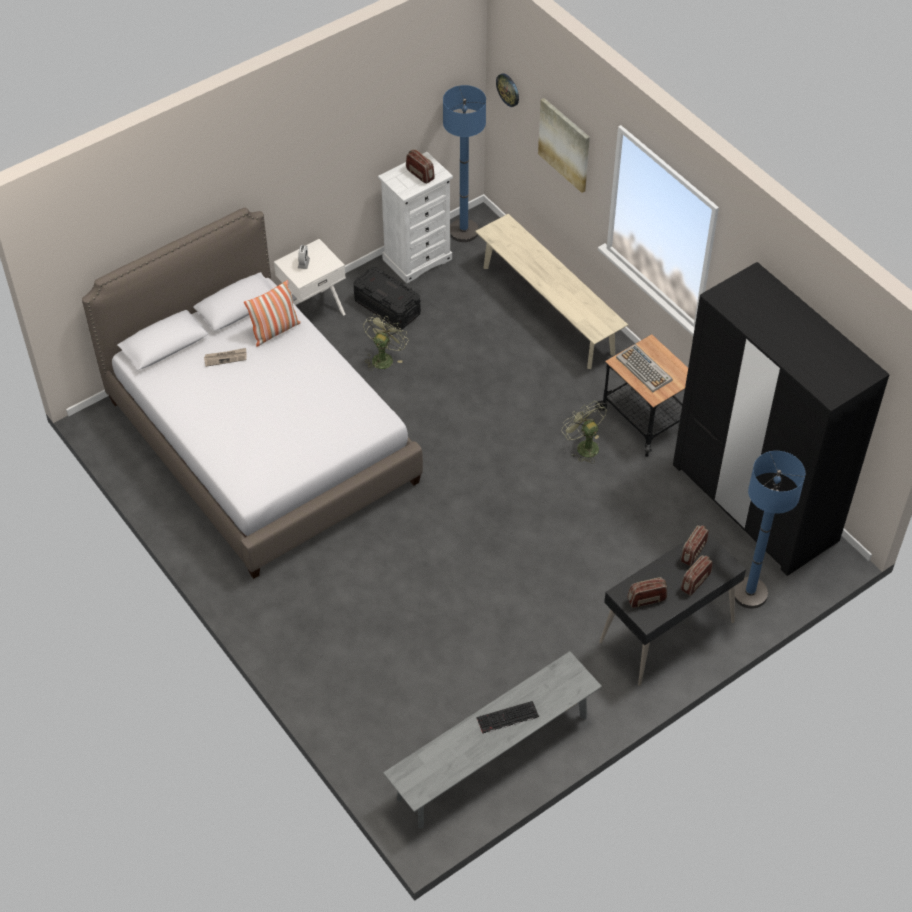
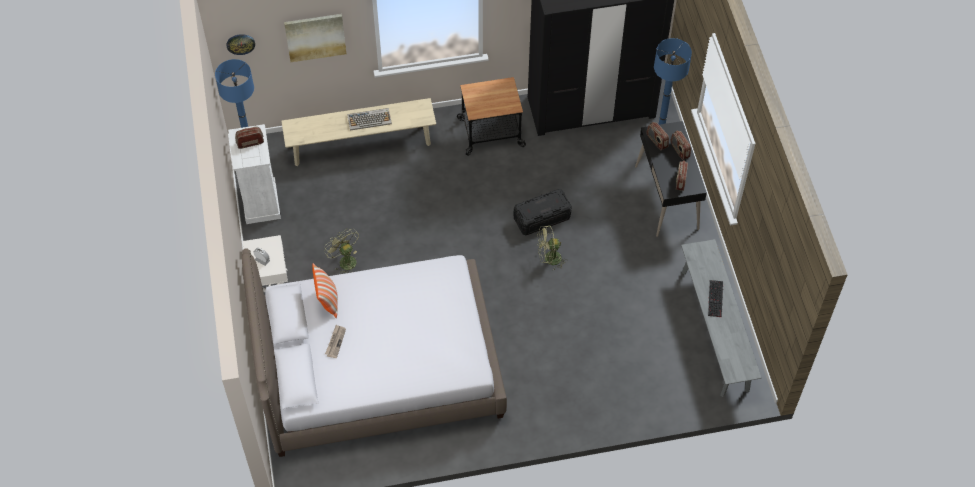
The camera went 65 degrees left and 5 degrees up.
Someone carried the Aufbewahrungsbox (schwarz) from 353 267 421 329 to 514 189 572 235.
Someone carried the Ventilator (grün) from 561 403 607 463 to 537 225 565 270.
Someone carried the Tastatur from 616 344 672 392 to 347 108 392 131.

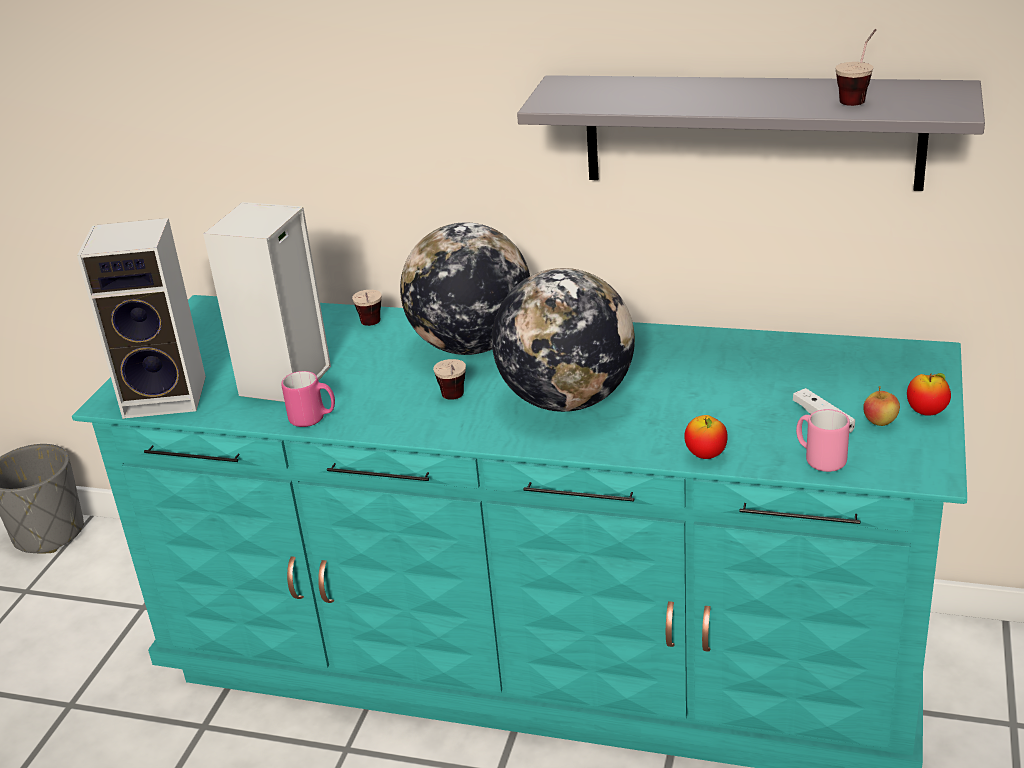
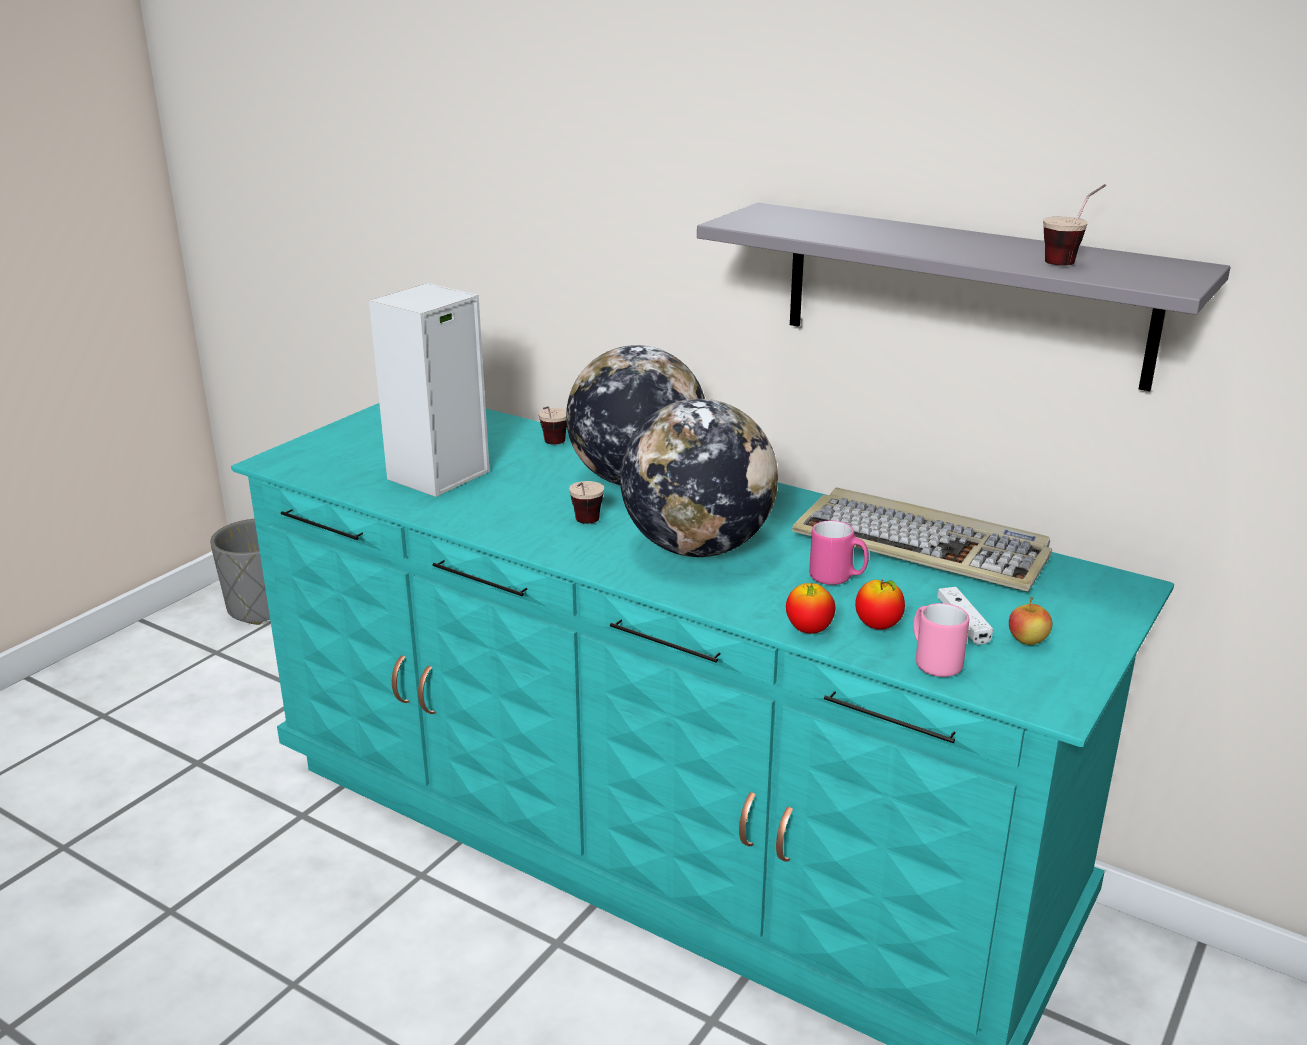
The camera went 15 degrees right and 5 degrees down.
Someone took away the Lautsprecher at 77 218 206 419.
Someone put down the Tastatur at 792 488 1052 591.
Someone carried the Henkelbecher (rosa) from 281 371 335 427 to 809 521 869 585.
Someone carried the Apfel from 907 373 951 416 to 855 579 905 630.

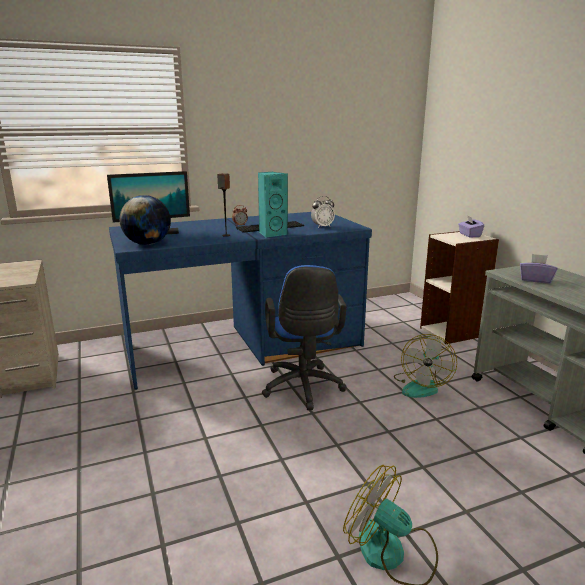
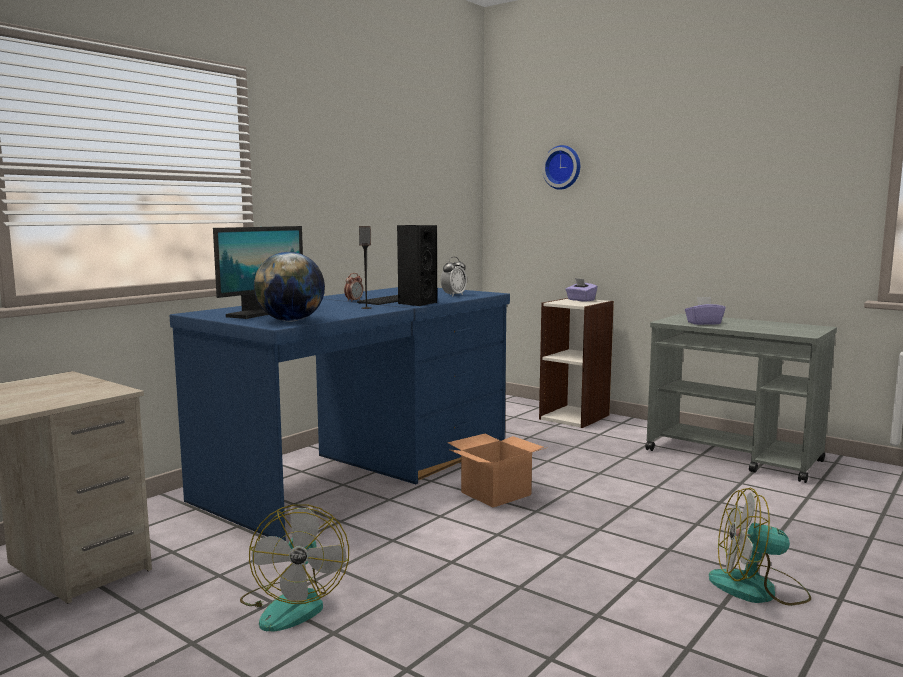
The camera went 30 degrees left and 10 degrees down.
Someone put up the Wanduhr at 542 145 580 190.
Someone carried the Ventilator from 394 334 457 398 to 240 504 349 631.
Someone swapped the Bürostuhl (blau) at 262 265 347 410 for the Karton at 447 434 548 507.
Someone repainted the Lautsprecher (türkis) at 258 172 288 238, which became the Lautsprecher (schwarz) at 397 225 437 306.

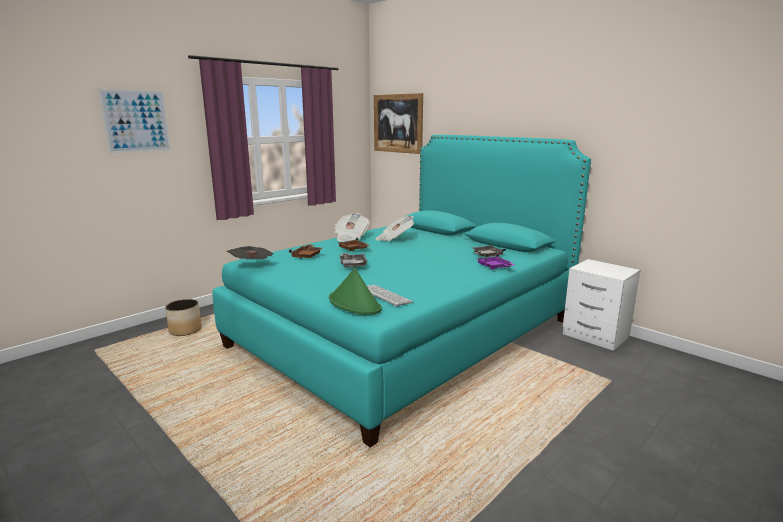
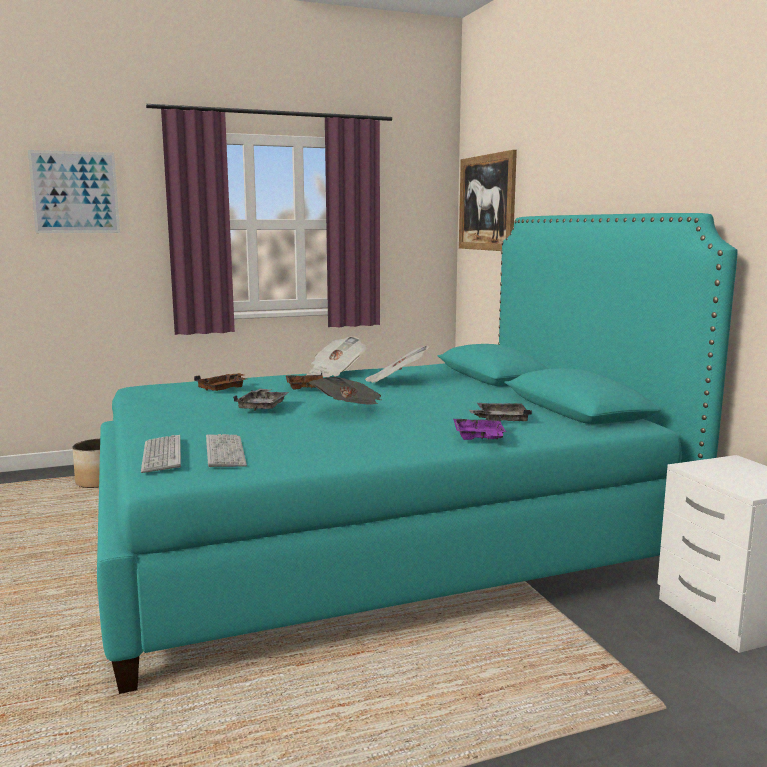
The camera went 25 degrees right and 5 degrees down.
Someone carried the Zeitung from 226 246 273 259 to 309 377 381 404.
Someone swapped the Hut (grün) at 329 268 382 315 for the Tastatur at 141 435 181 473.

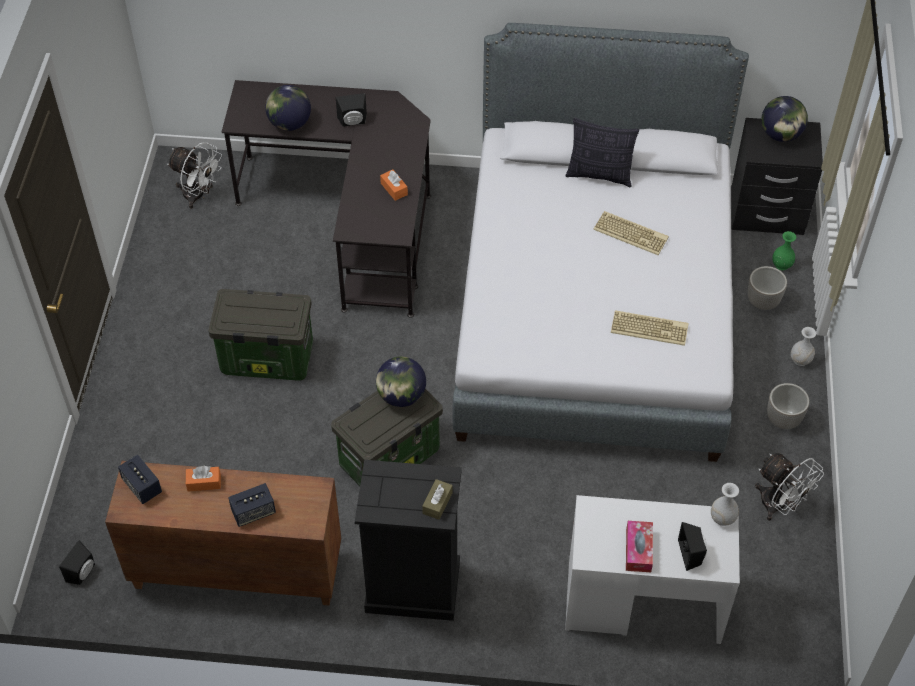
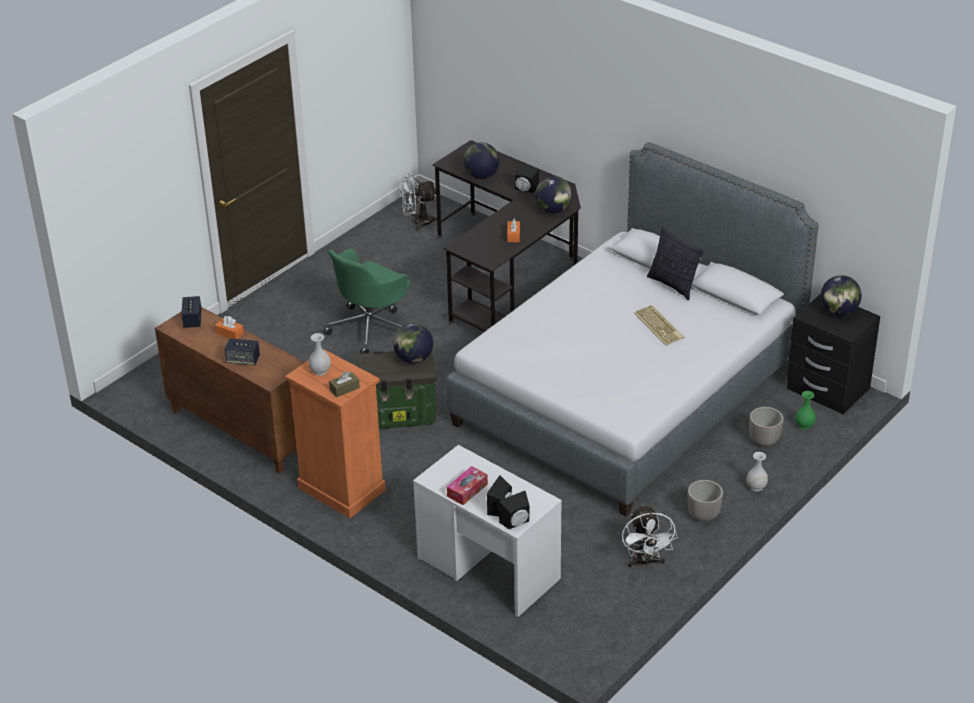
The camera went 35 degrees right and 15 degrees down.
Someone took away the Tastatur at 611 310 688 346.
Someone put down the Globus at 535 176 572 214.
Someone carried the Lautsprecher (schwarz) from 59 540 95 585 to 499 491 530 529.
Someone carried the Vase (weiß) from 711 483 739 526 to 309 333 331 376.
Someone swapped the Aufbewahrungsbox at 208 289 313 381 for the Bürostuhl (grün) at 324 248 410 354.
Someone repainted the Kommode (schwarz) at 355 460 462 621, which became the Kommode (orange) at 285 349 386 518.
Someone rotated the Ventilator (weiß) at 167 142 222 209 by 105 degrees clockwise.

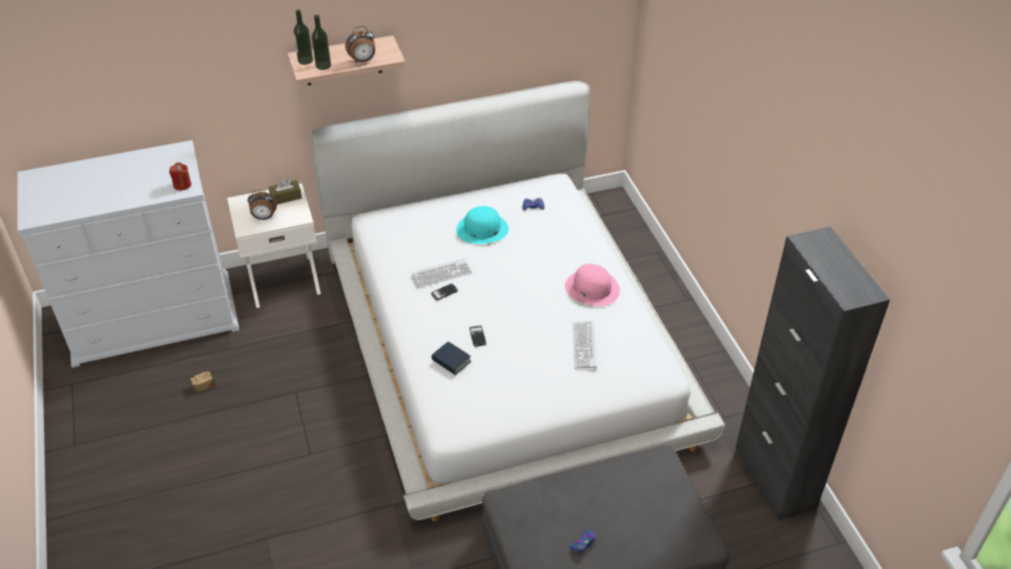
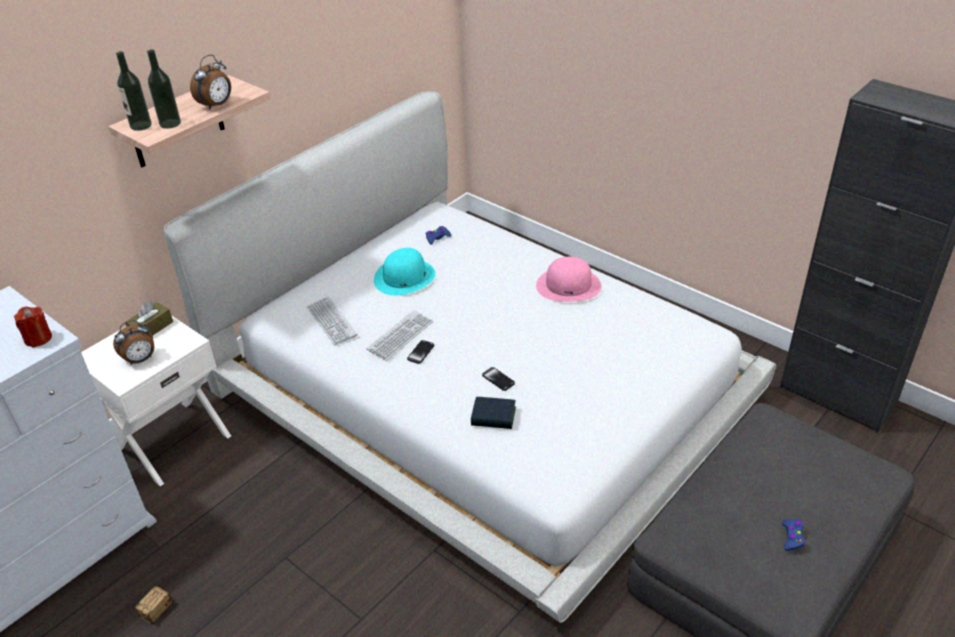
The camera went 30 degrees left and 5 degrees down.
Someone carried the Tastatur from 573 321 597 368 to 307 296 358 345.

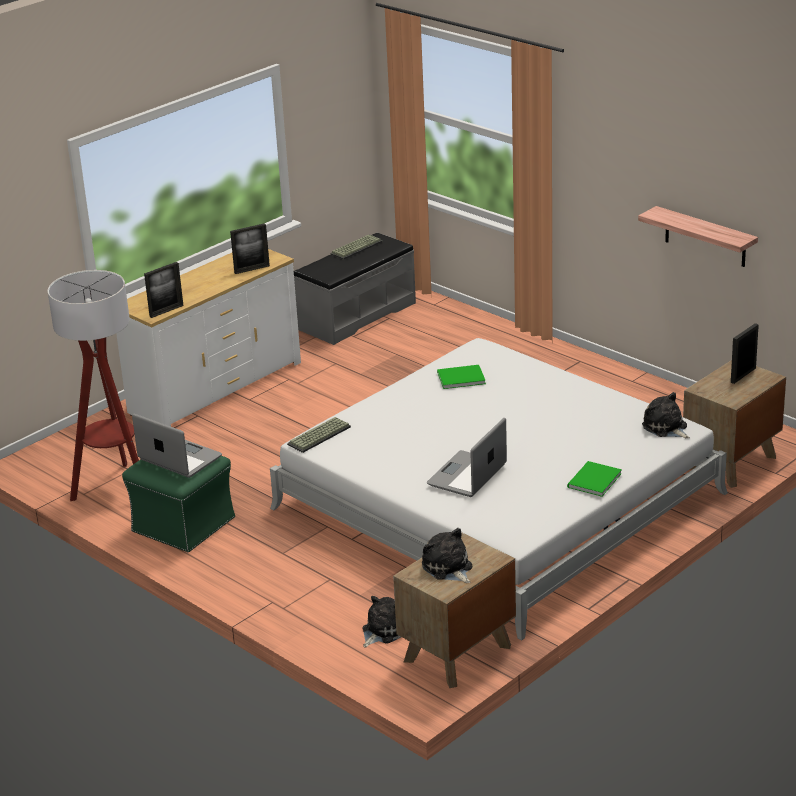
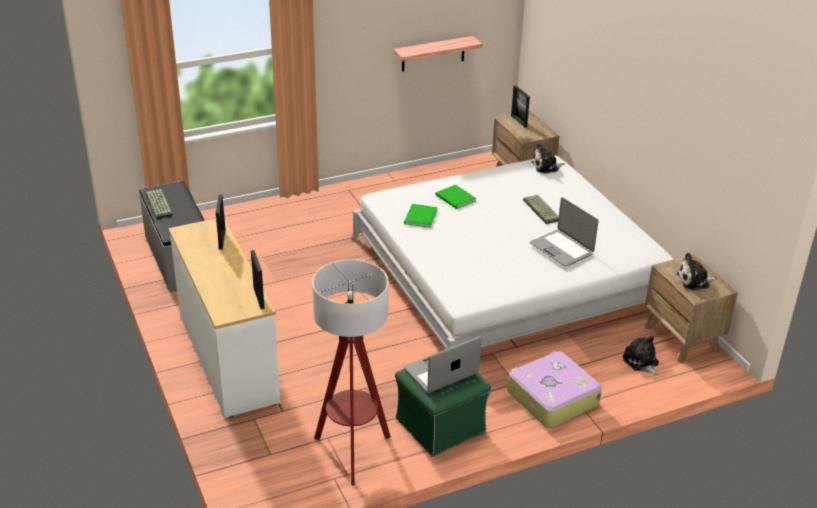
The camera went 70 degrees left and 5 degrees up.
Someone put down the Koffer at 508 351 602 428.
Someone carried the Tastatur from 287 417 351 453 to 523 195 559 224.
Someone carried the Buch (grün) from 567 461 622 497 to 435 185 476 209.

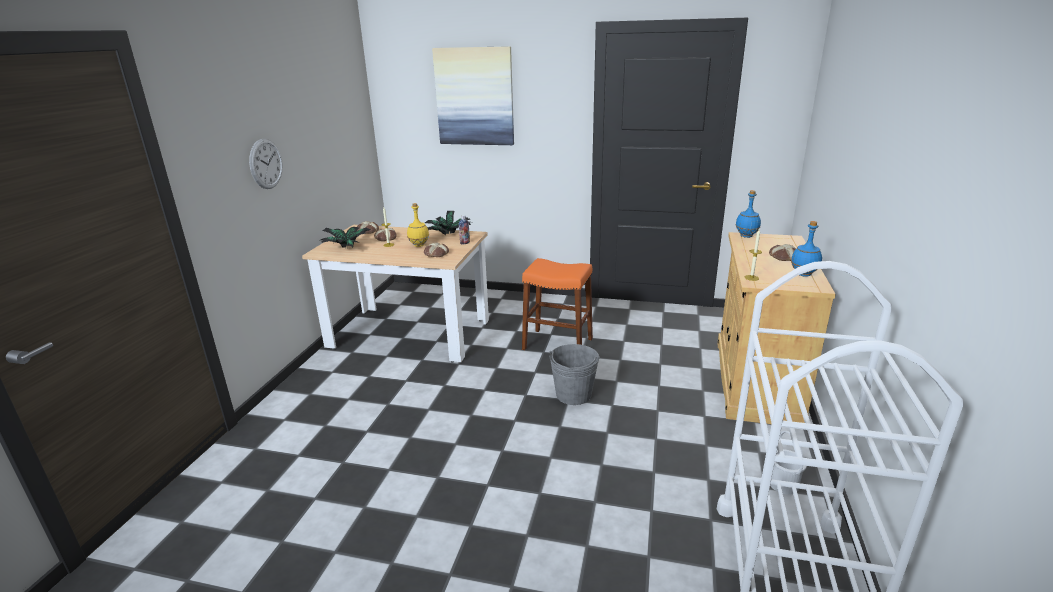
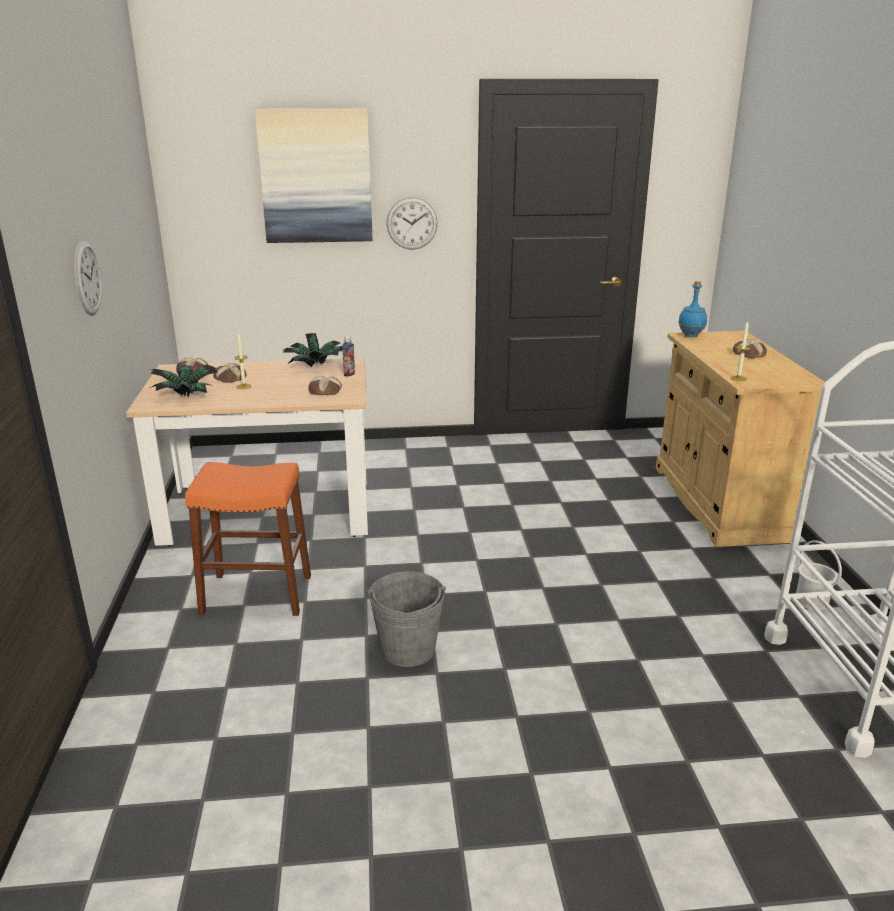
The camera went 20 degrees left and 0 degrees up.
Someone took away the Flasche (gelb) at 407 203 429 247.
Someone took away the Flasche (blau) at 791 221 822 277.
Someone put up the Wanduhr at 386 197 438 250.
Someone carried the Hocker (orange) from 522 258 593 350 to 185 462 311 616.
Someone carried the Eimer (grau) from 549 344 600 405 to 368 572 446 667.

